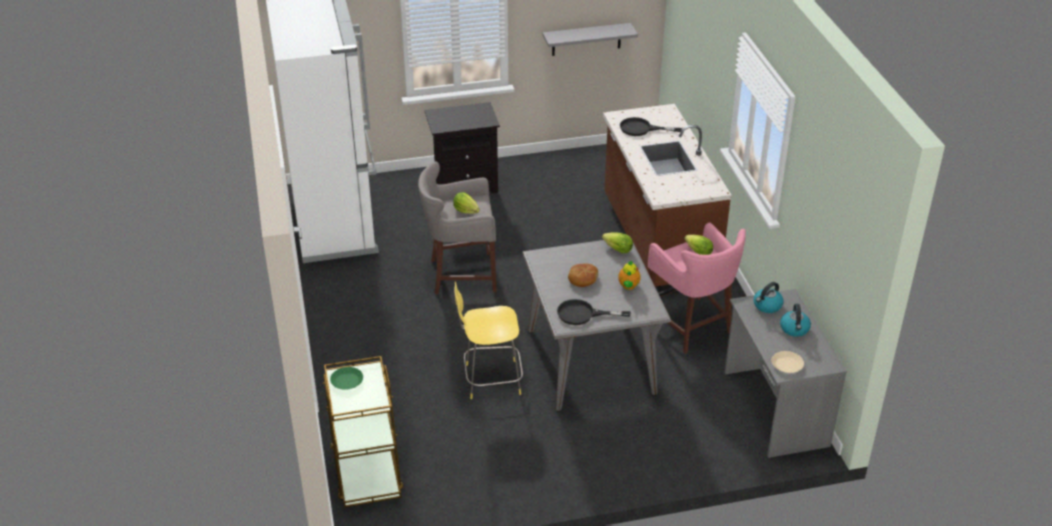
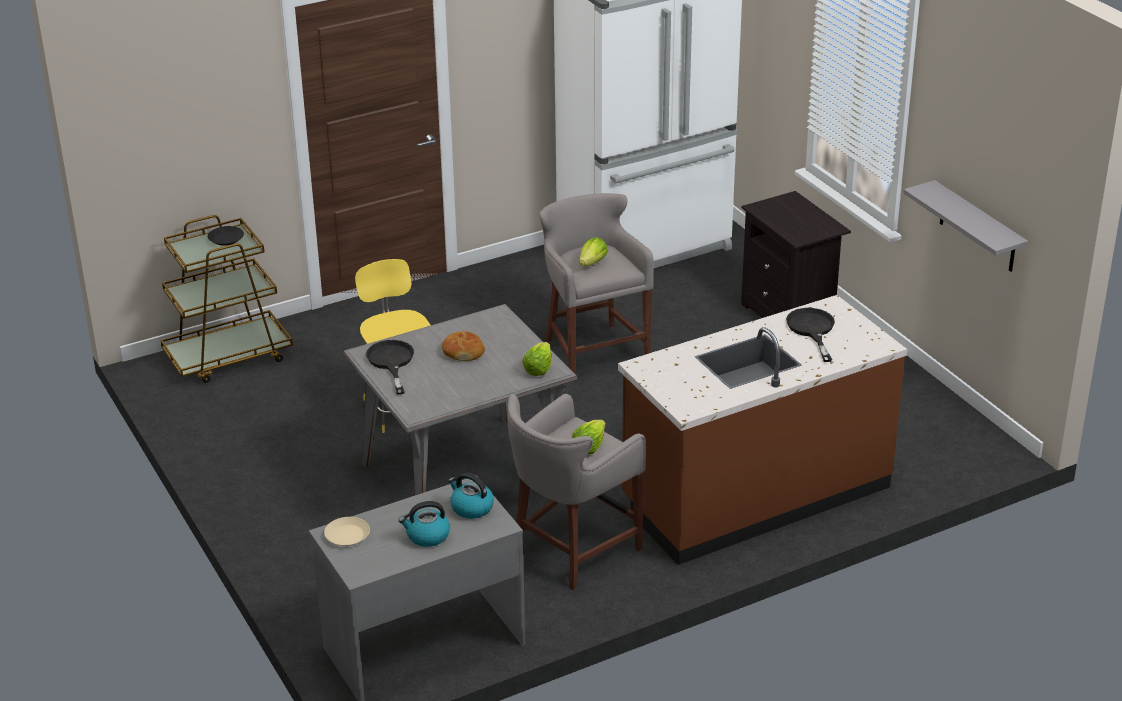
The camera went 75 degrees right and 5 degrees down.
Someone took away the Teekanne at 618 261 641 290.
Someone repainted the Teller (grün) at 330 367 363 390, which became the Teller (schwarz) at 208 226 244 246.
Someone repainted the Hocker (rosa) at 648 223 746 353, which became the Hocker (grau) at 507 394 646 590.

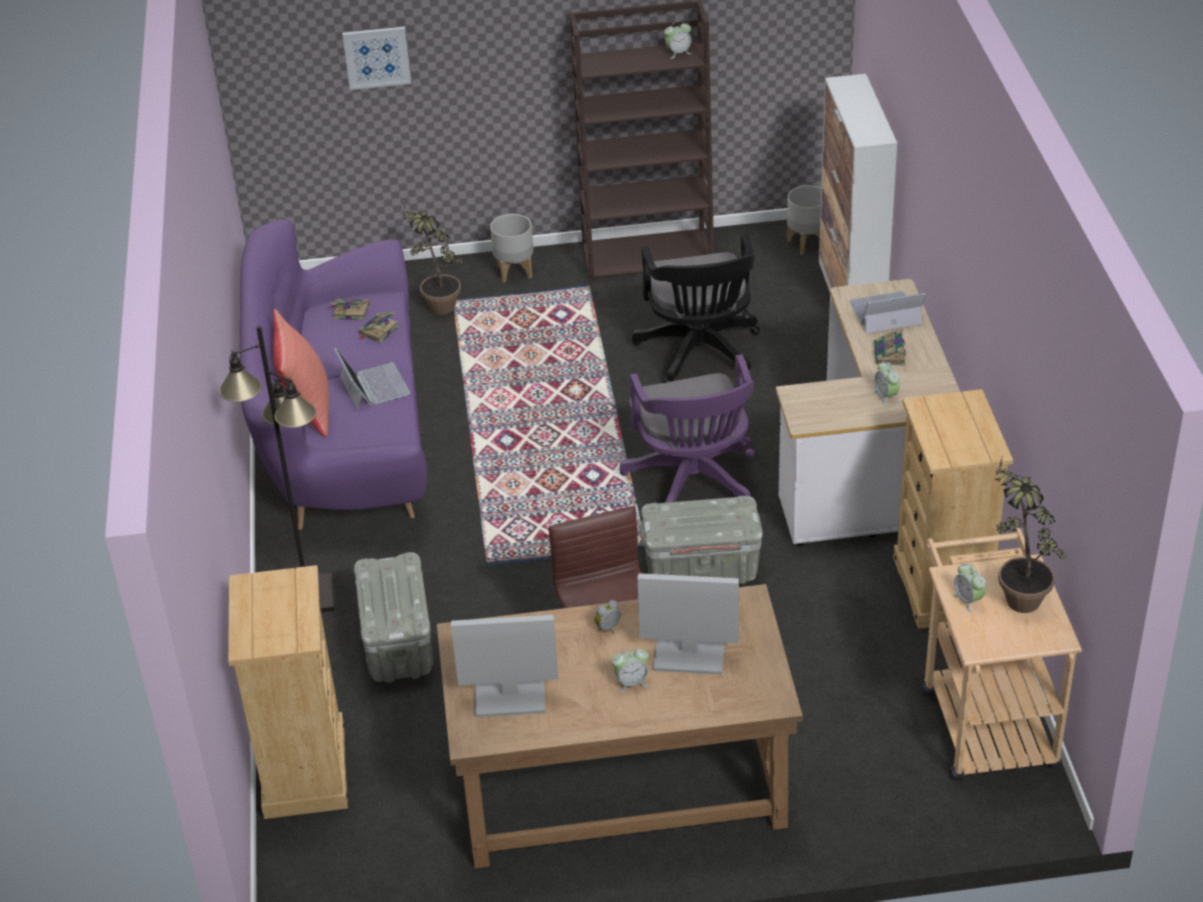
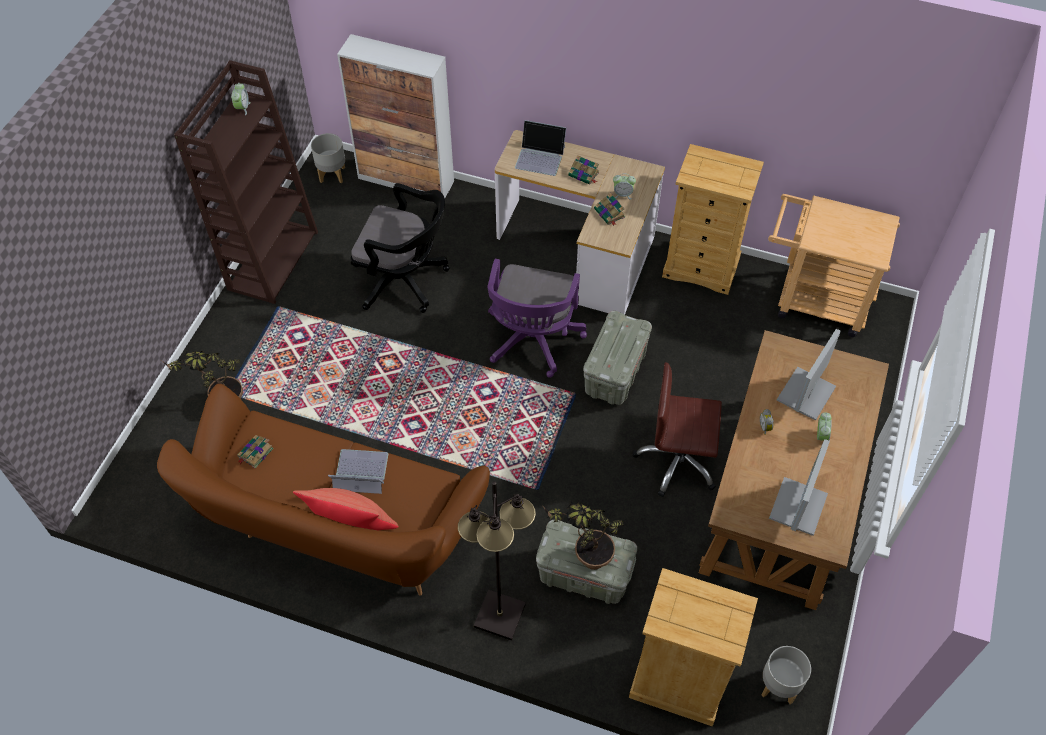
The camera went 65 degrees left and 15 degrees up.
Someone took away the Bild at 342 27 411 90.
Someone took away the Wecker at 953 563 986 612.
Someone carried the Buch from 358 311 399 343 to 594 193 625 226.
Someone carried the Pflanzkübel (grau) from 490 214 533 283 to 761 646 811 704.
Someone carried the Topfpflanze from 995 454 1066 613 to 542 502 624 570.
Someone repainted the Sofa (lila) at 240 219 427 530, which became the Sofa (braun) at 157 384 490 596.
Someone rotated the Bürostuhl (lila) at 620 354 755 503 by 90 degrees clockwise.
Someone rotated the Laptop at 849 291 926 333 by 90 degrees counterclockwise.

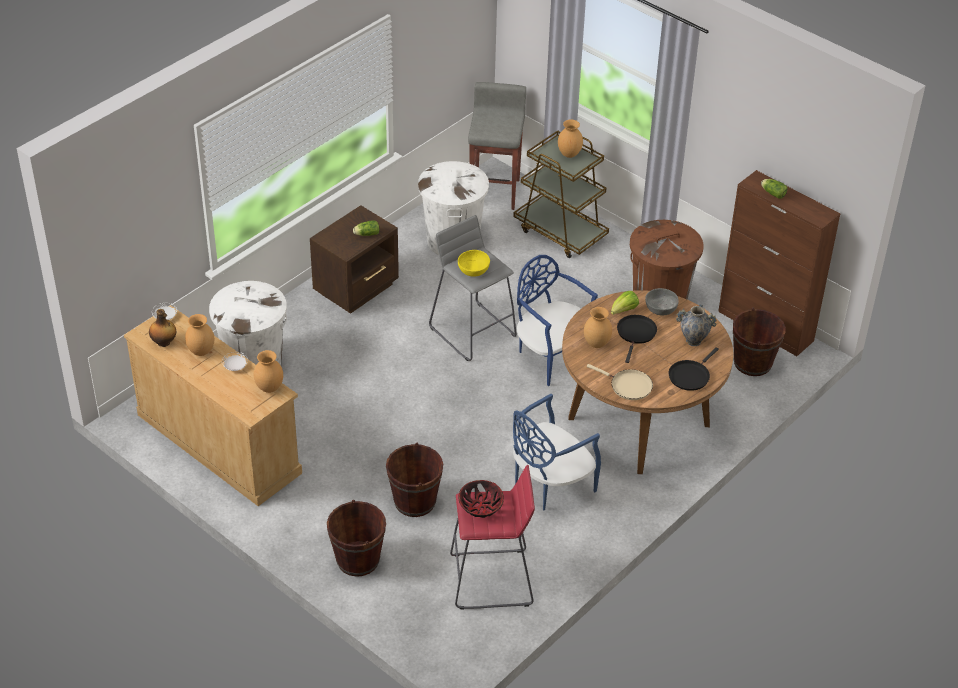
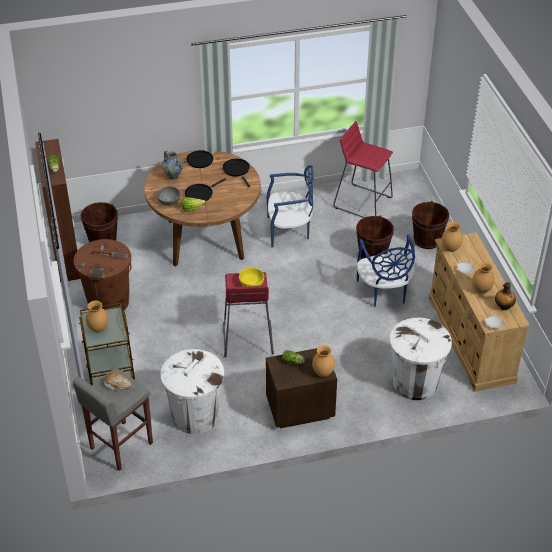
The camera went 145 degrees left and 0 degrees up.
Someone took away the Schüssel at 458 480 504 518.
Someone put down the Brot at 103 372 132 390.
Someone carried the Stuhl (blau) from 517 255 598 386 to 357 234 415 307.
Someone carried the Vase (braun) from 584 307 612 348 to 312 345 335 377.
Someone repainted the Hocker (grau) at 429 215 517 361, which became the Hocker (rot) at 223 272 274 357.
Someone repainted the Pfanne (beige) at 587 364 653 400, which became the Pfanne (schwarz) at 223 158 250 187.

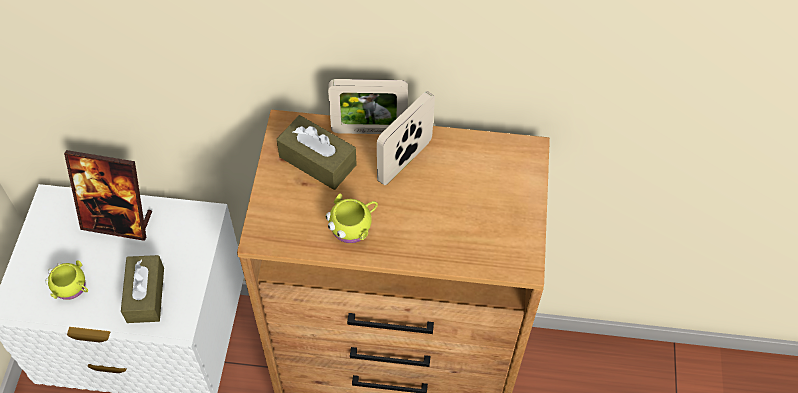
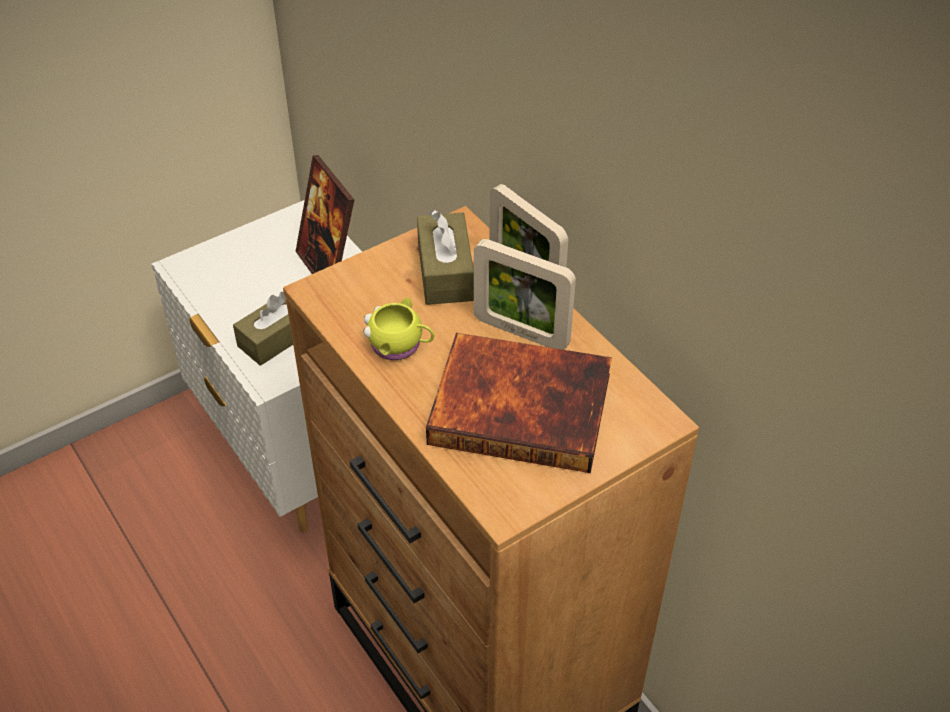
The camera went 50 degrees right and 10 degrees down.
Someone took away the Henkelbecher (gelb) at 45 260 88 300.
Someone put down the Buch at 426 333 612 473.
Someone rotated the Bilderrahmen at 377 91 435 185 by 150 degrees counterclockwise.

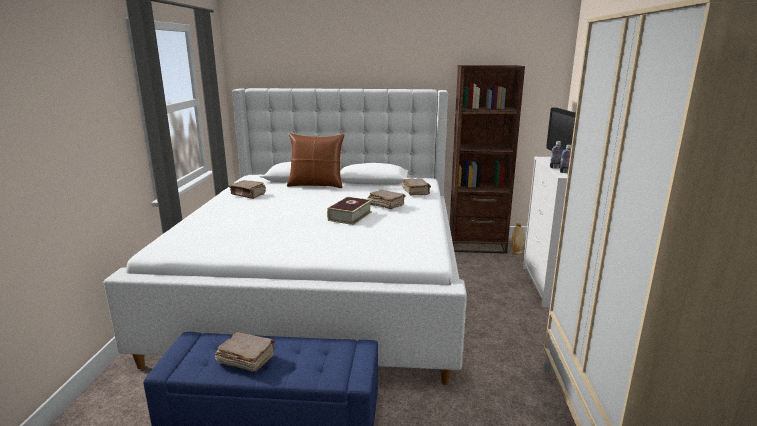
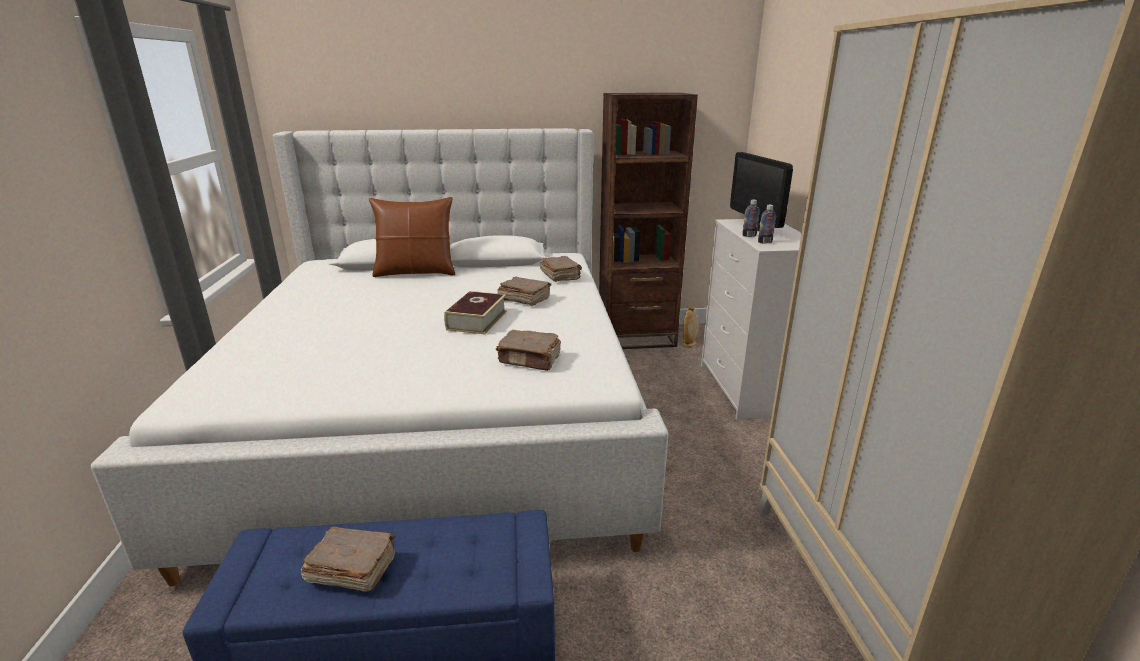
The camera went 10 degrees left and 5 degrees up.
Someone carried the Buch (braun) from 229 180 266 199 to 496 330 561 371.

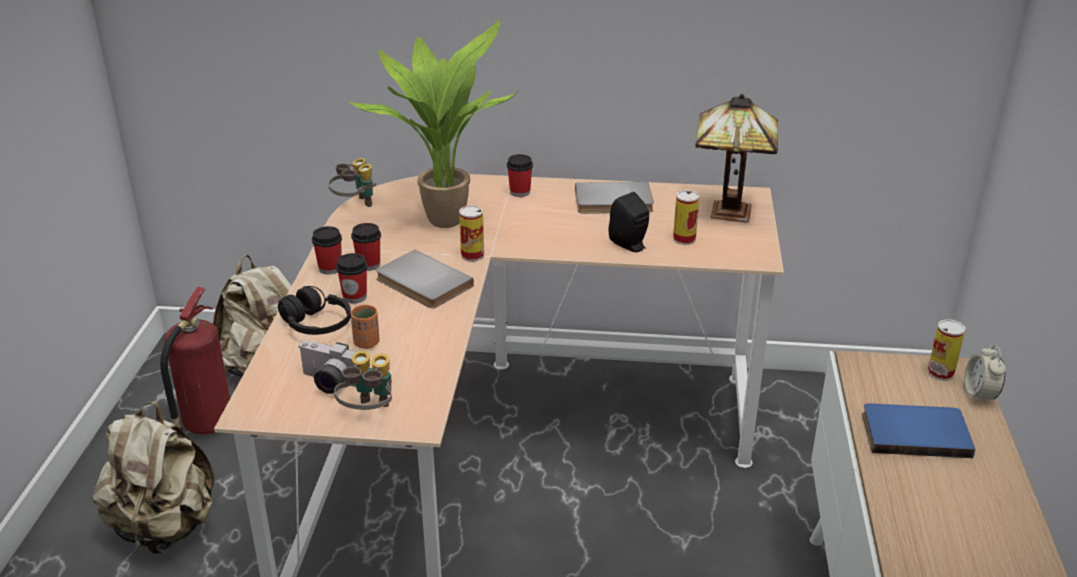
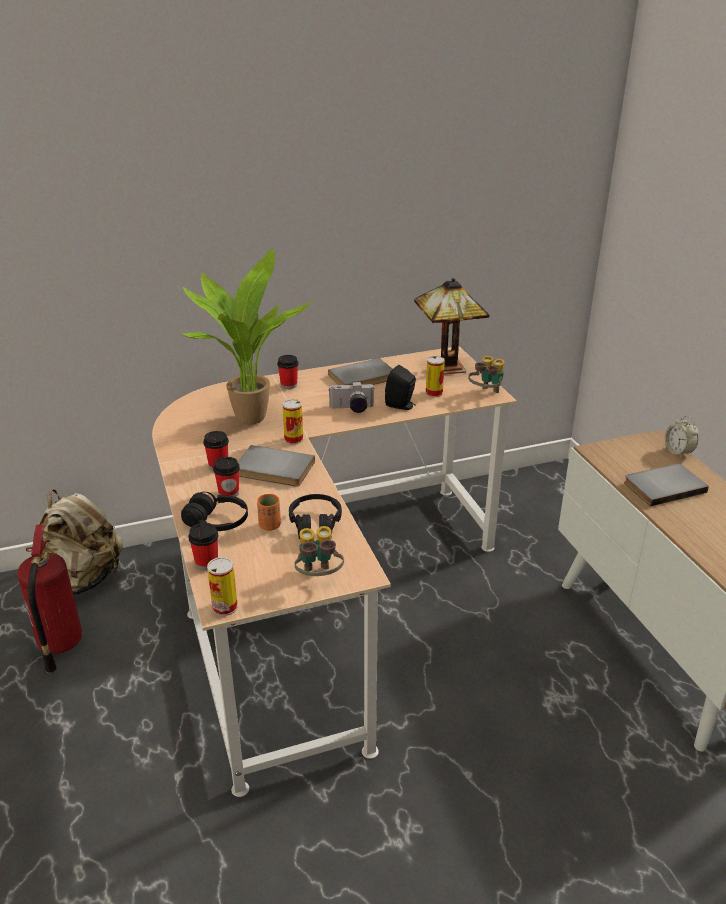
The camera went 25 degrees left and 0 degrees up.
Someone took away the Rucksack (beige) at 92 402 214 554.
Someone put down the Kopfhörer (schwarz) at 289 494 342 539.
Someone carried the Kamera from 298 340 356 394 to 328 381 374 413.
Someone carried the Tasse from 312 226 342 274 to 188 523 218 570.
Someone carried the Fernglas from 328 158 376 207 to 468 356 504 393.
Someone carried the Dose from 927 319 966 381 to 207 557 238 616.
Someone repainted the Buch (blau) at 862 403 975 458, which became the Buch (grau) at 624 464 709 506.

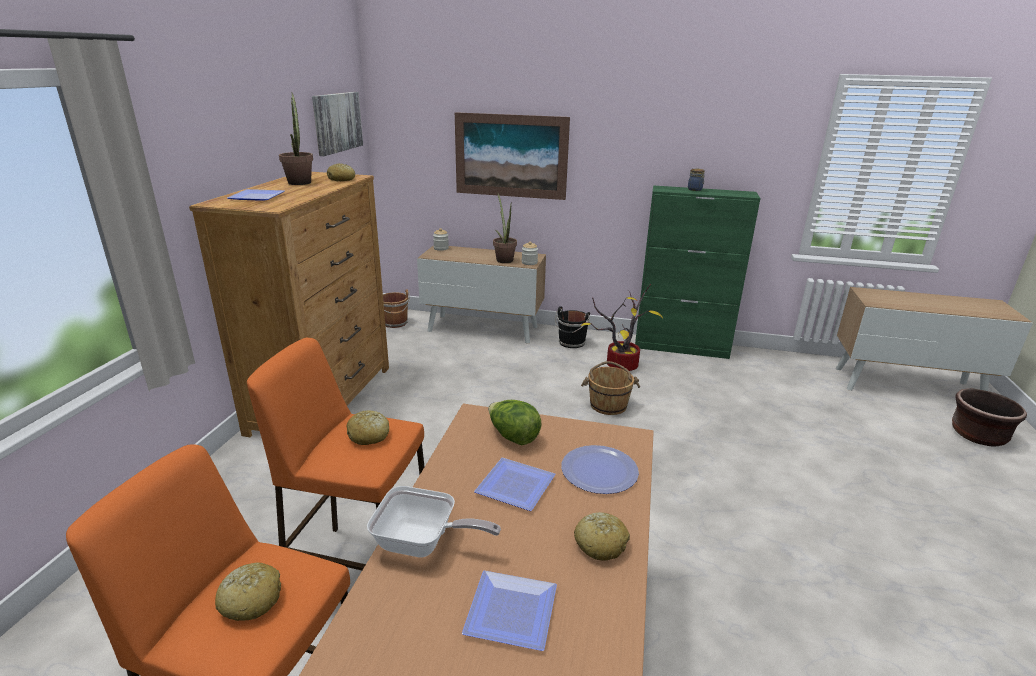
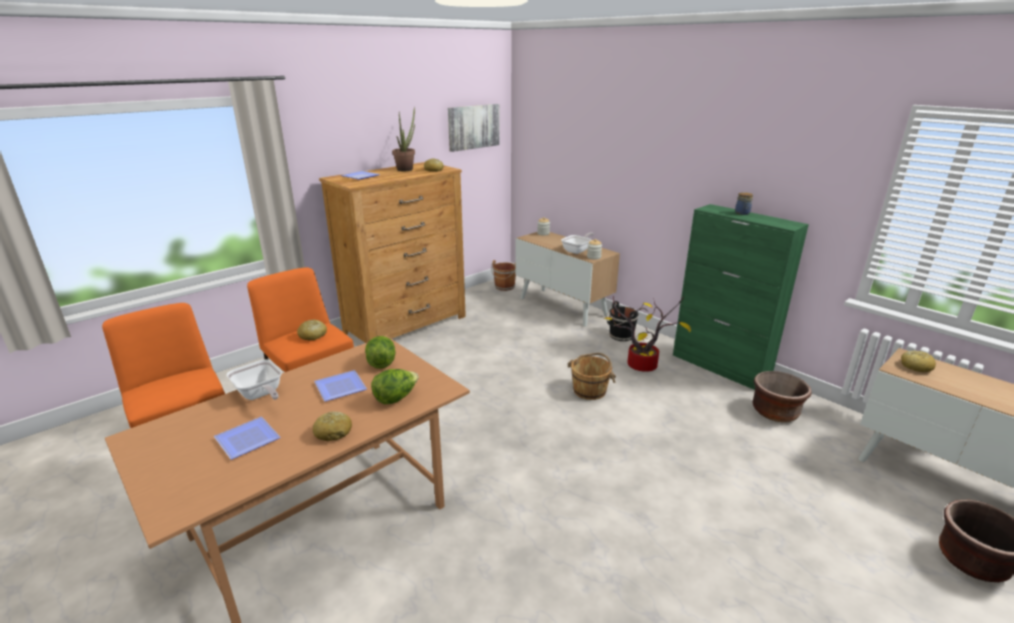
The camera went 35 degrees right and 0 degrees up.
Someone took away the Bild at 455 112 570 200.
Someone put down the Pflanzkübel (braun) at 753 371 812 422.
Someone carried the Brot from 215 563 281 621 to 901 351 936 372.
Someone swapped the Topfpflanze at 493 194 517 263 for the Pfanne at 561 232 594 254.
Someone swapped the Teller at 561 445 639 494 for the Salatkopf at 371 369 419 404.

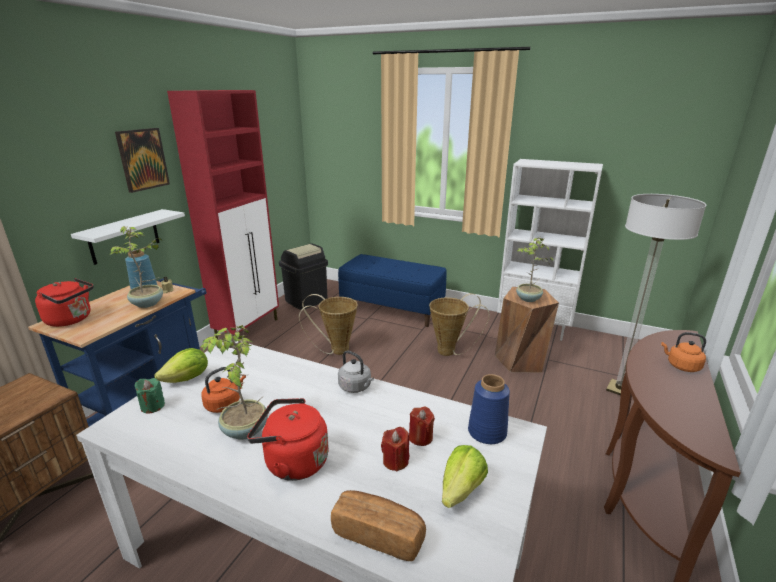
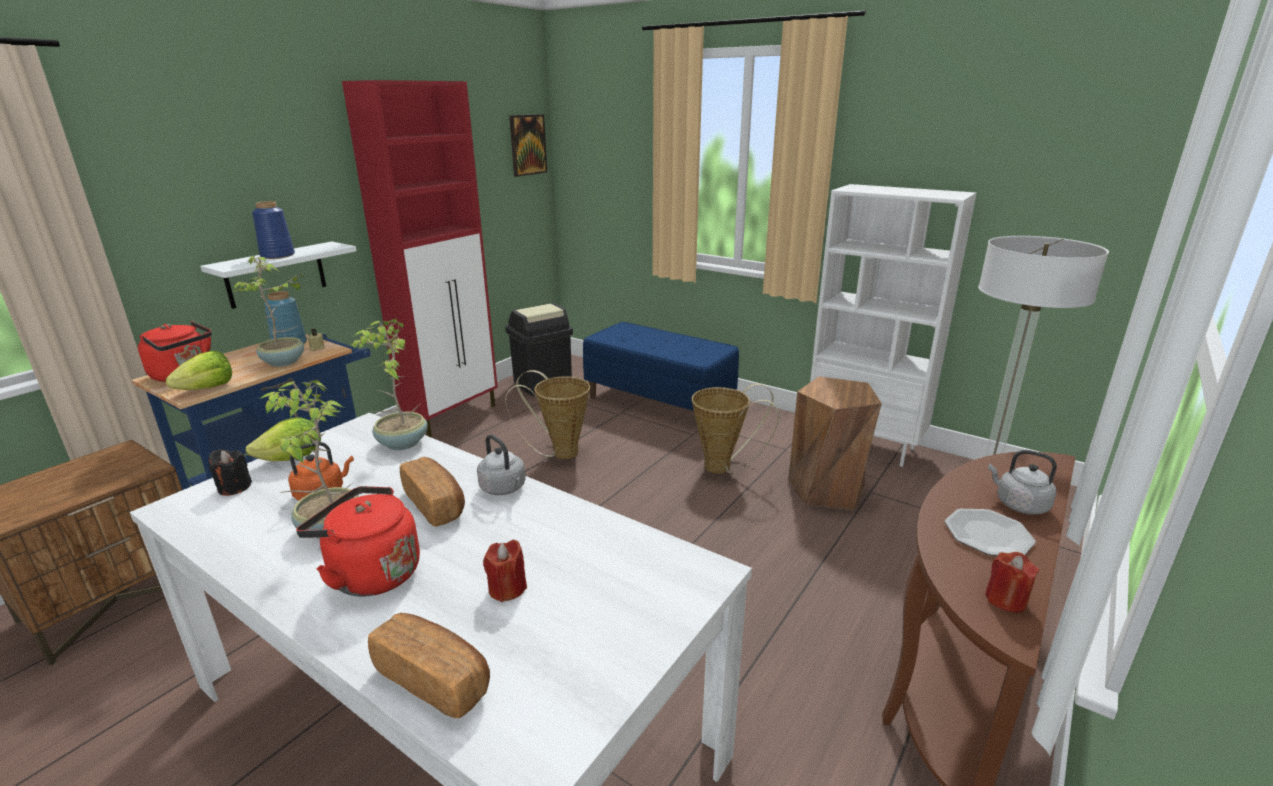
The camera went 10 degrees right and 0 degrees up.
Someone put down the Brot at 400 457 465 527.
Someone put down the Teller at 945 509 1036 556.
Someone carried the Bild from 115 128 170 193 to 509 114 547 177.
Someone carried the Kerze (rot) from 409 406 435 446 to 985 552 1039 613.
Someone carried the Salatkopf from 442 445 488 508 to 166 351 232 390.
Someone carried the Vase (blau) from 468 374 510 444 to 252 201 295 259.
Someone carried the Topfpflanze from 516 237 553 302 to 350 318 428 450.
Someone repainted the Kerze (grün) at 135 378 165 413, which became the Kerze (schwarz) at 209 449 252 496.
Someone repainted the Wasserkessel (orange) at 661 332 706 372, which became the Wasserkessel (grau) at 988 450 1057 515.

